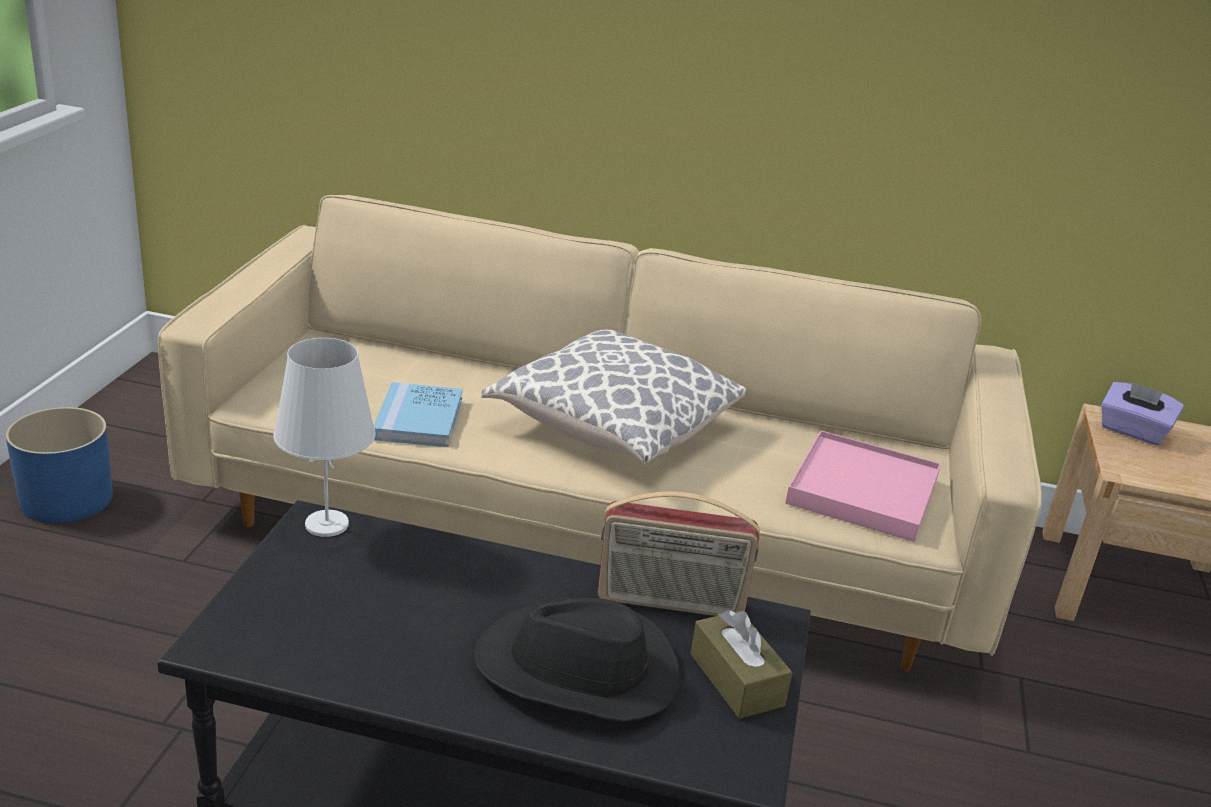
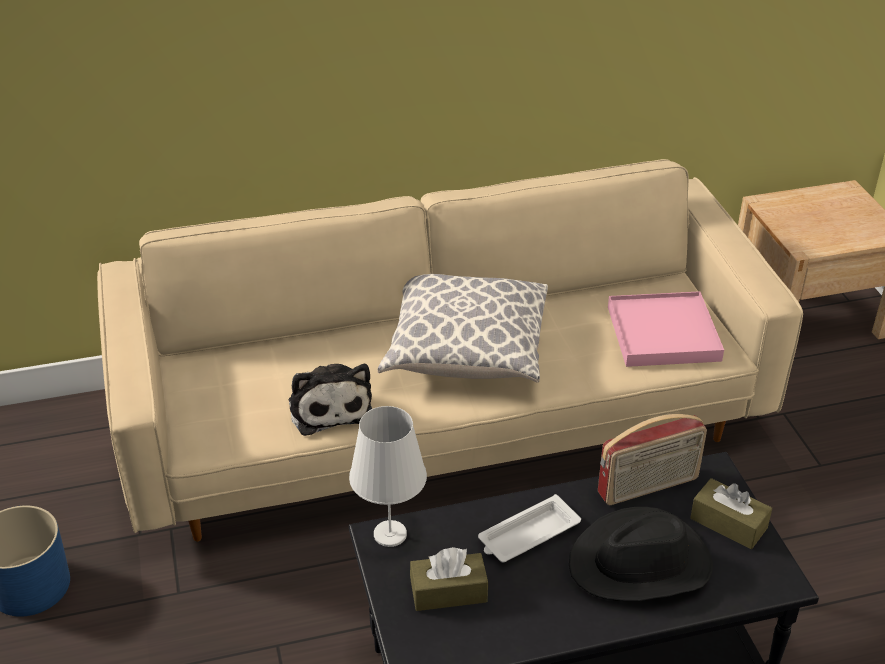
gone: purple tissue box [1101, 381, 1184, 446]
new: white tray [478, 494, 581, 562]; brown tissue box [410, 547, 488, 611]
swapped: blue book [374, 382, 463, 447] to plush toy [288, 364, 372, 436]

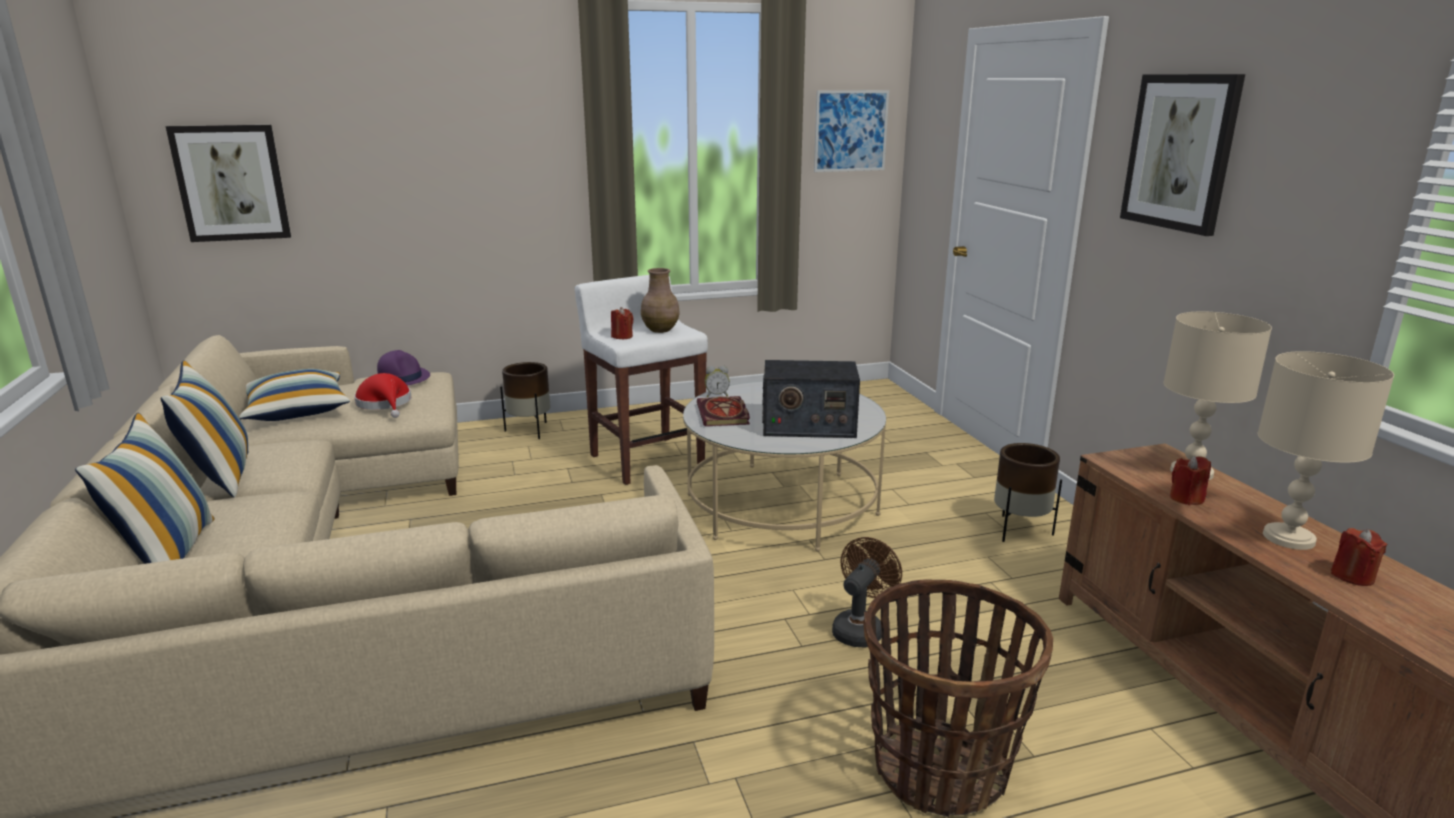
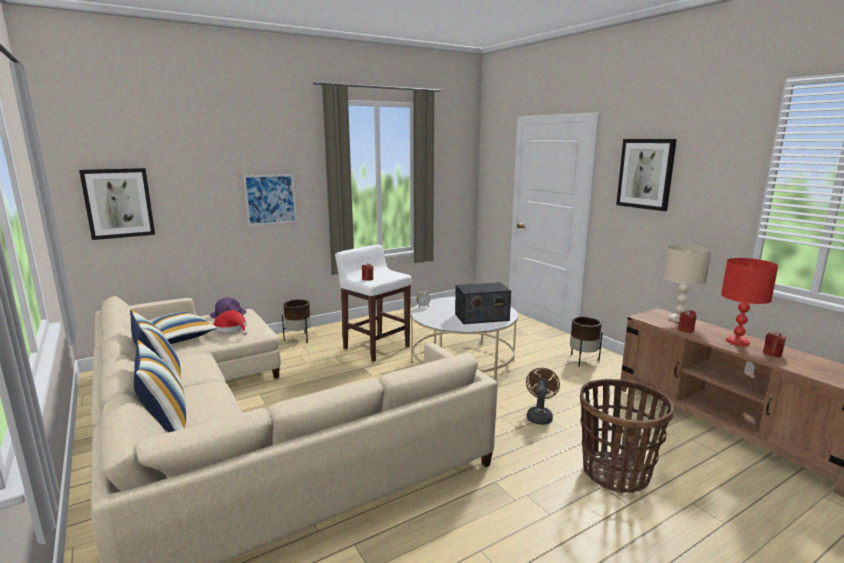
gone: brown vase [641, 268, 680, 333]; book [697, 396, 750, 426]
shifted: picture [814, 90, 889, 172] to [244, 174, 296, 226]
repainted: beige table lamp [1258, 351, 1394, 550] to red table lamp [721, 258, 778, 346]

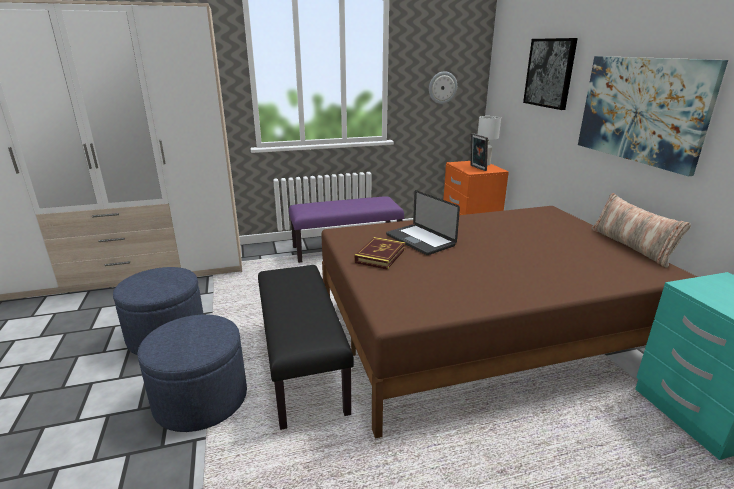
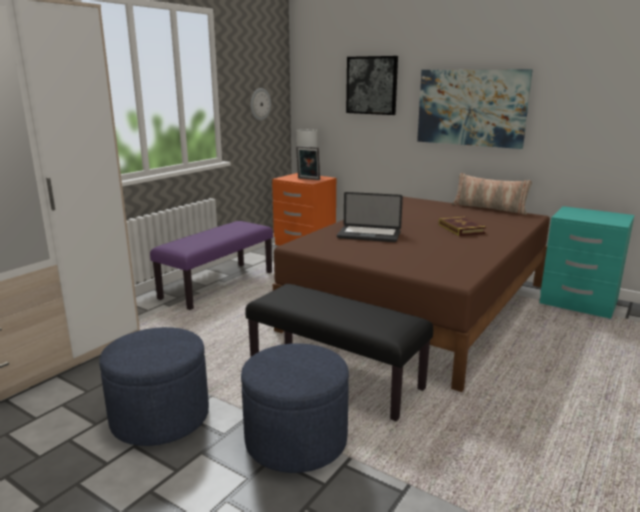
shifted: book [354, 237, 405, 270] to [439, 217, 486, 236]

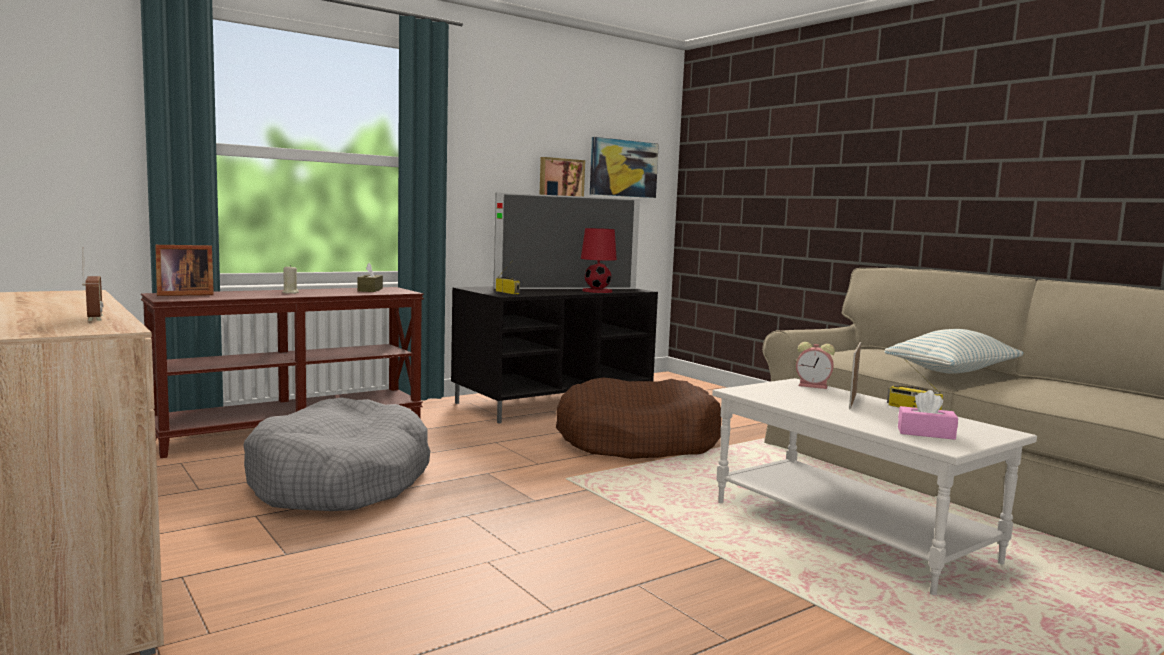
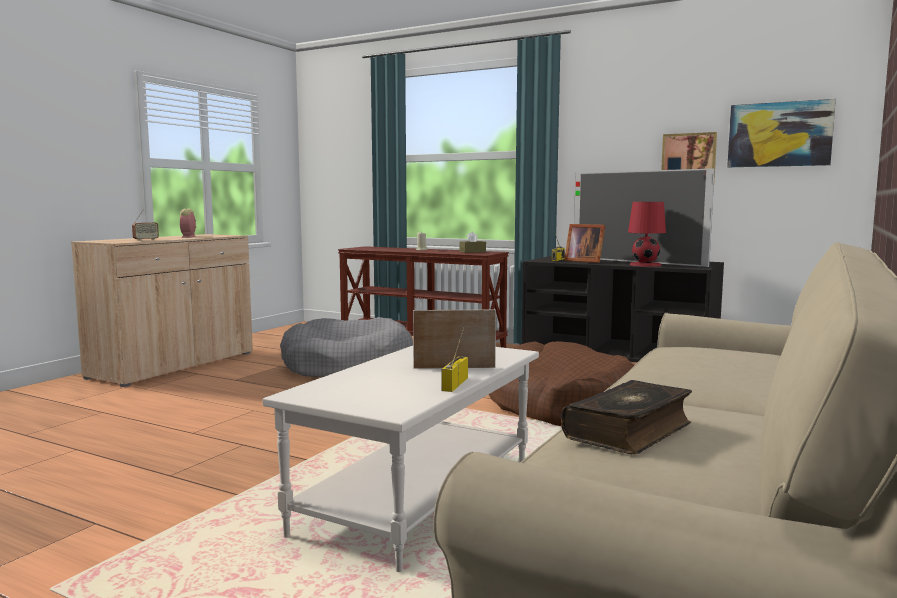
gone: pillow [885, 329, 1023, 374]; pink tissue box [898, 390, 958, 440]
new: book [561, 380, 692, 454]
shifted: picture frame [155, 245, 214, 296] to [564, 224, 605, 263]; alarm clock [796, 342, 835, 389] to [180, 209, 196, 237]

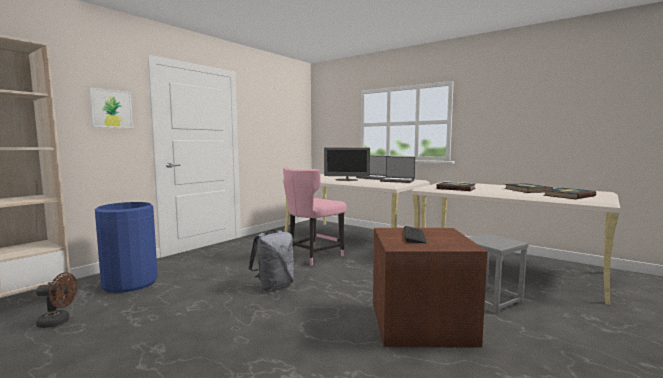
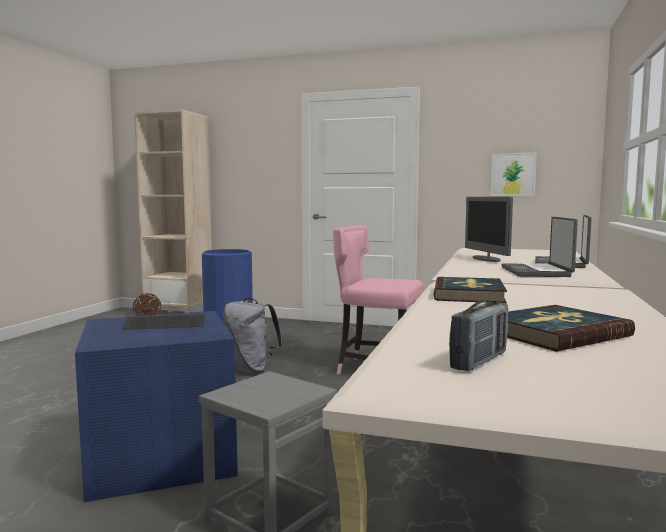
shifted: picture [89, 88, 133, 128] to [491, 153, 537, 196]
swapped: book [543, 188, 596, 199] to radio [449, 299, 508, 371]
repainted: brown storage box [373, 228, 487, 347] to blue storage box [75, 311, 238, 502]

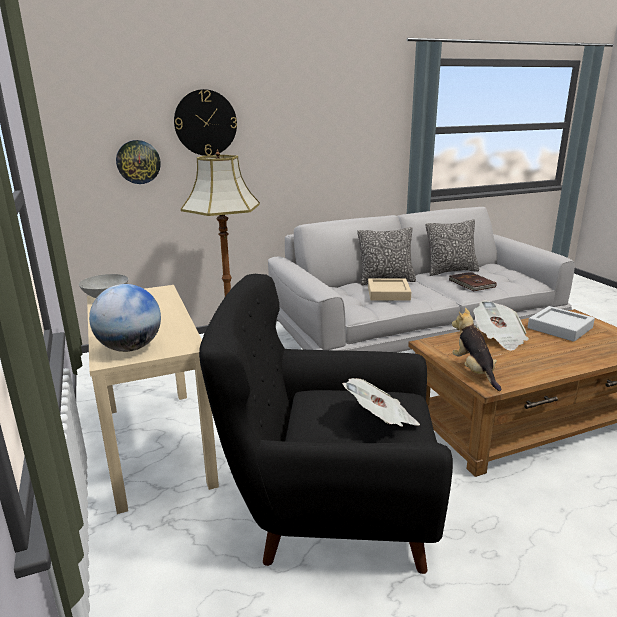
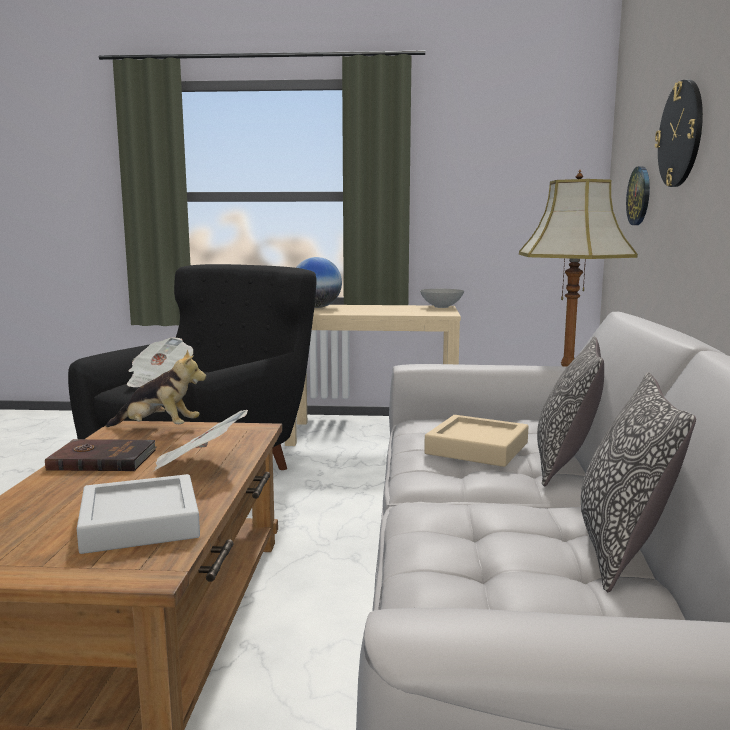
shifted: brown book [448, 272, 497, 291] to [45, 439, 157, 471]

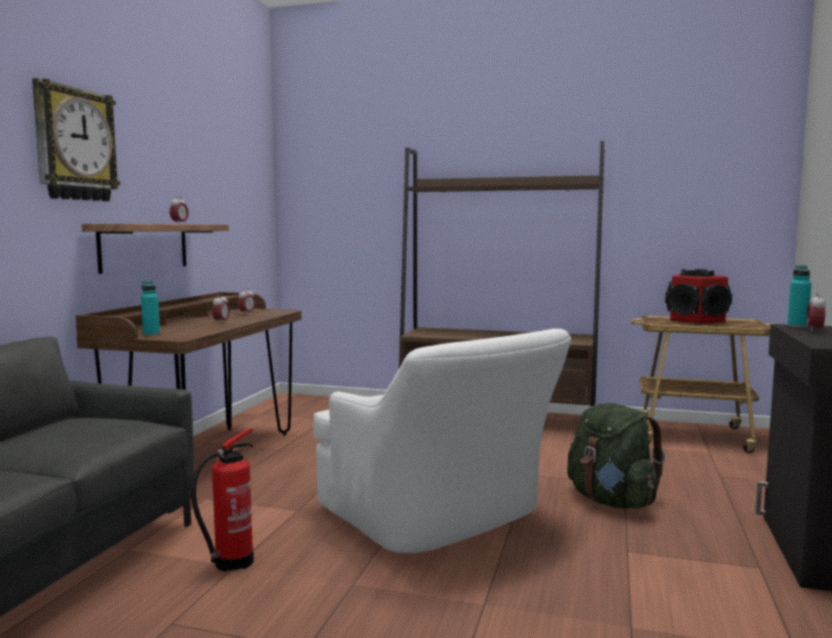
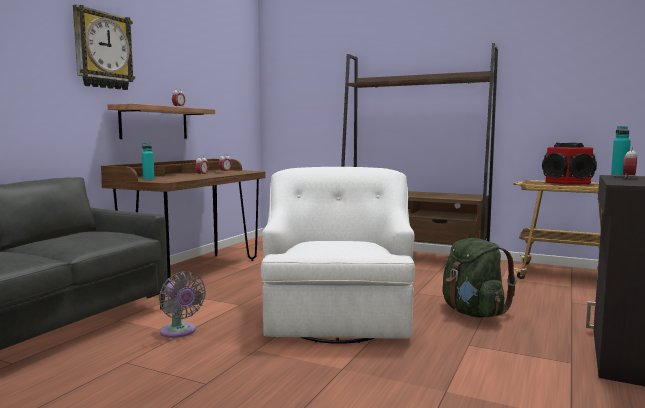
swapped: fire extinguisher [191, 428, 254, 571] to grey fan [159, 271, 206, 338]
rotated: white armchair [313, 329, 571, 553] = [261, 167, 415, 344] 150 degrees counterclockwise

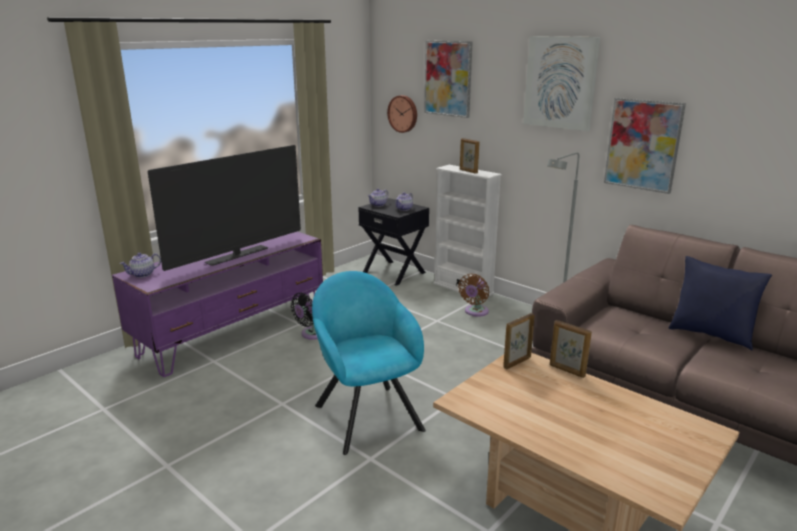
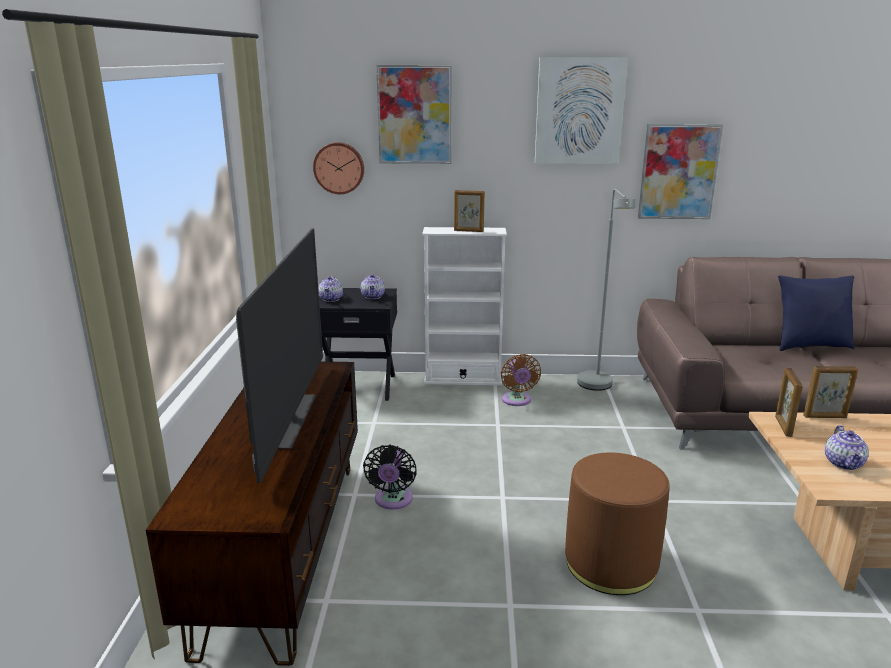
shifted: teapot [120, 253, 161, 278] to [825, 425, 869, 470]
swapped: turquoise armchair [312, 271, 426, 455] to brown ottoman [565, 452, 670, 595]
repainted: purple tv stand [112, 231, 323, 377] to brown tv stand [146, 361, 358, 666]

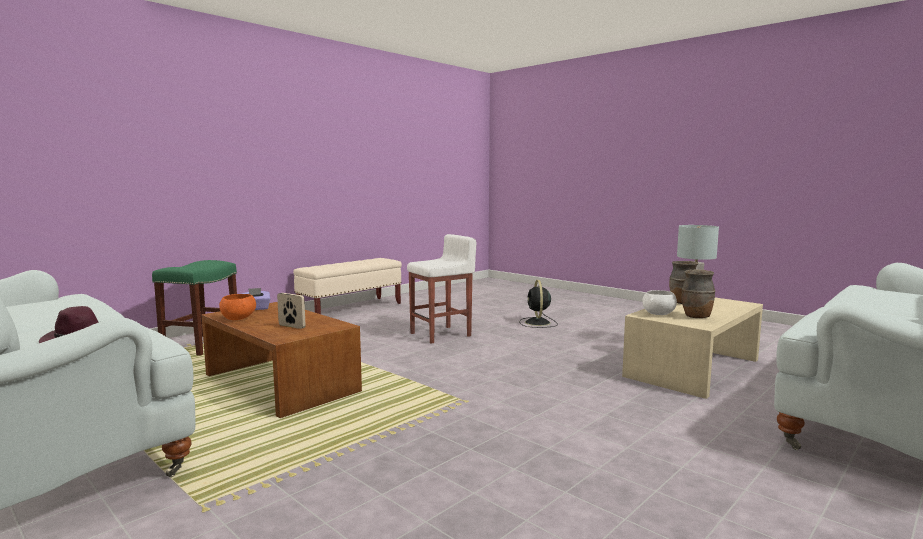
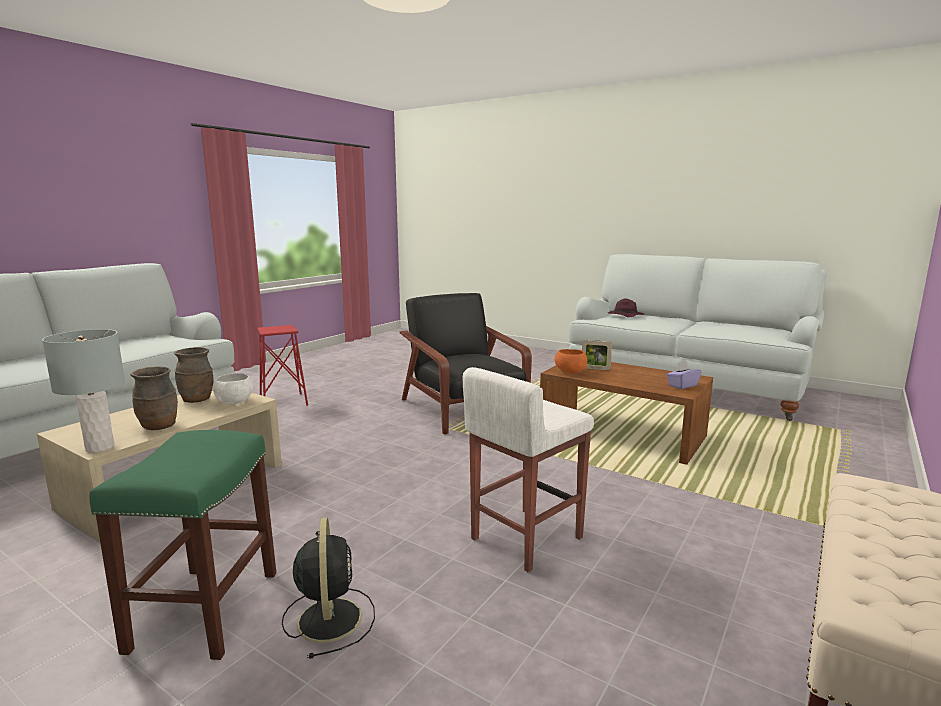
new: black armchair [400, 293, 532, 434]; red stool [257, 325, 308, 406]
shifted: green stool [152, 260, 237, 356] to [89, 430, 276, 660]; orange bowl [219, 294, 256, 320] to [555, 349, 587, 374]

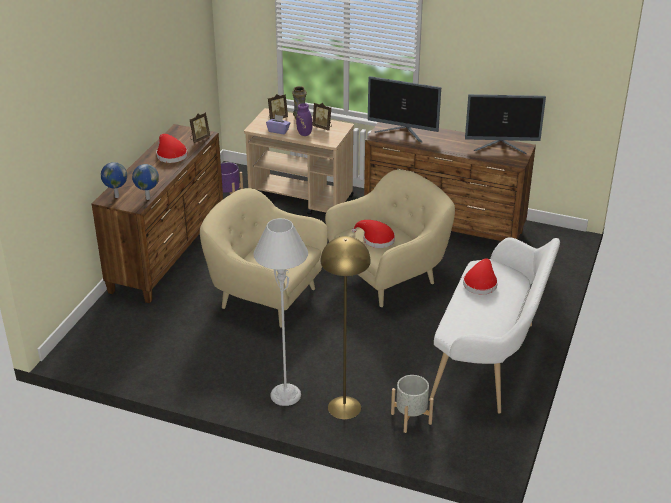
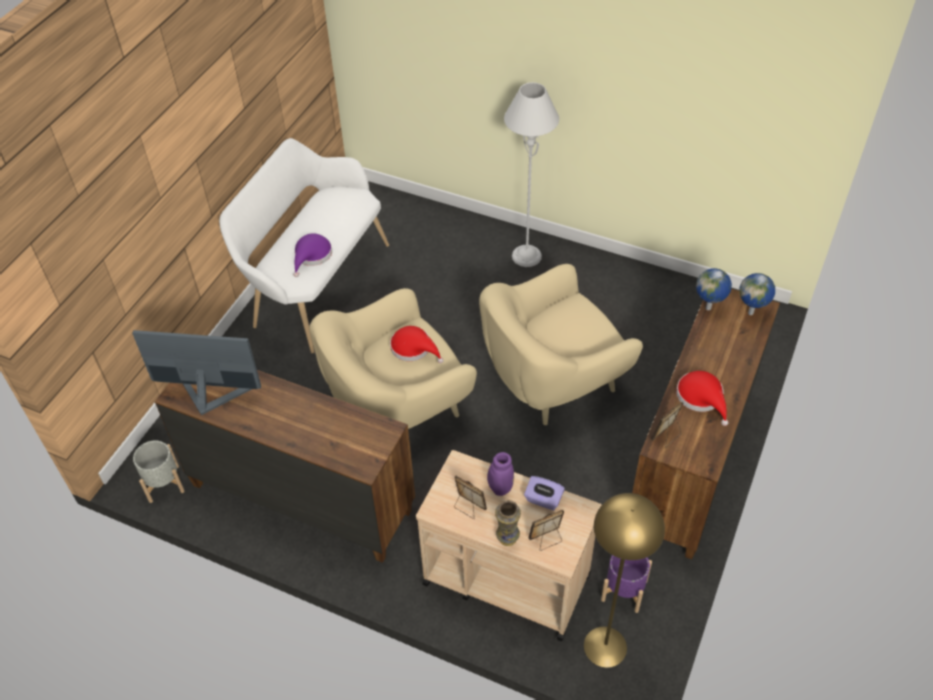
gone: monitor [368, 76, 441, 143]
shifted: yellow floor lamp [321, 236, 371, 419] to [584, 493, 665, 668]; grey planter [391, 375, 434, 433] to [133, 440, 185, 503]
repainted: red hat [463, 258, 498, 295] to purple hat [293, 234, 332, 277]
rotated: beige armchair [200, 188, 328, 328] = [479, 264, 643, 425] 120 degrees clockwise

